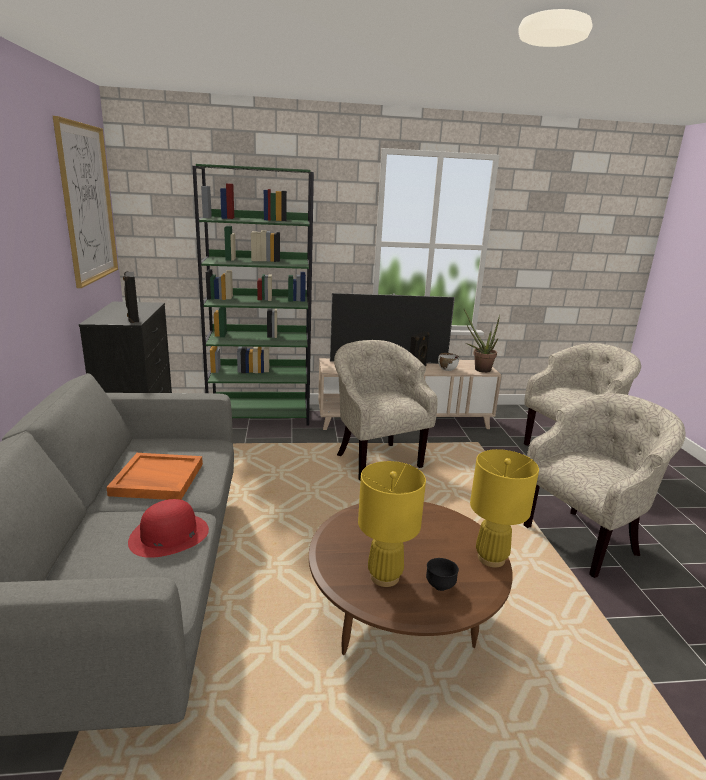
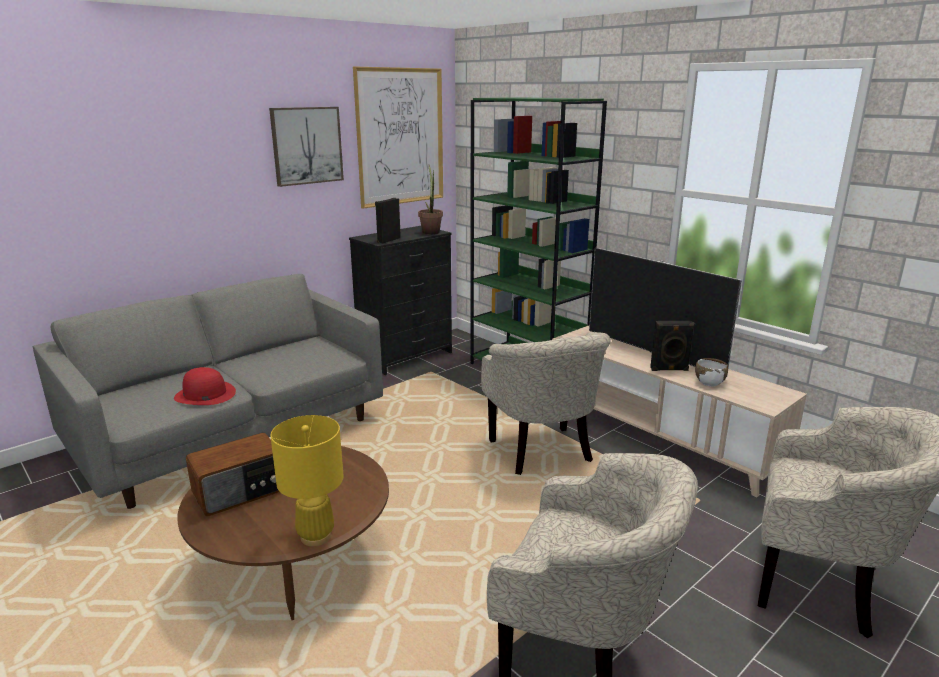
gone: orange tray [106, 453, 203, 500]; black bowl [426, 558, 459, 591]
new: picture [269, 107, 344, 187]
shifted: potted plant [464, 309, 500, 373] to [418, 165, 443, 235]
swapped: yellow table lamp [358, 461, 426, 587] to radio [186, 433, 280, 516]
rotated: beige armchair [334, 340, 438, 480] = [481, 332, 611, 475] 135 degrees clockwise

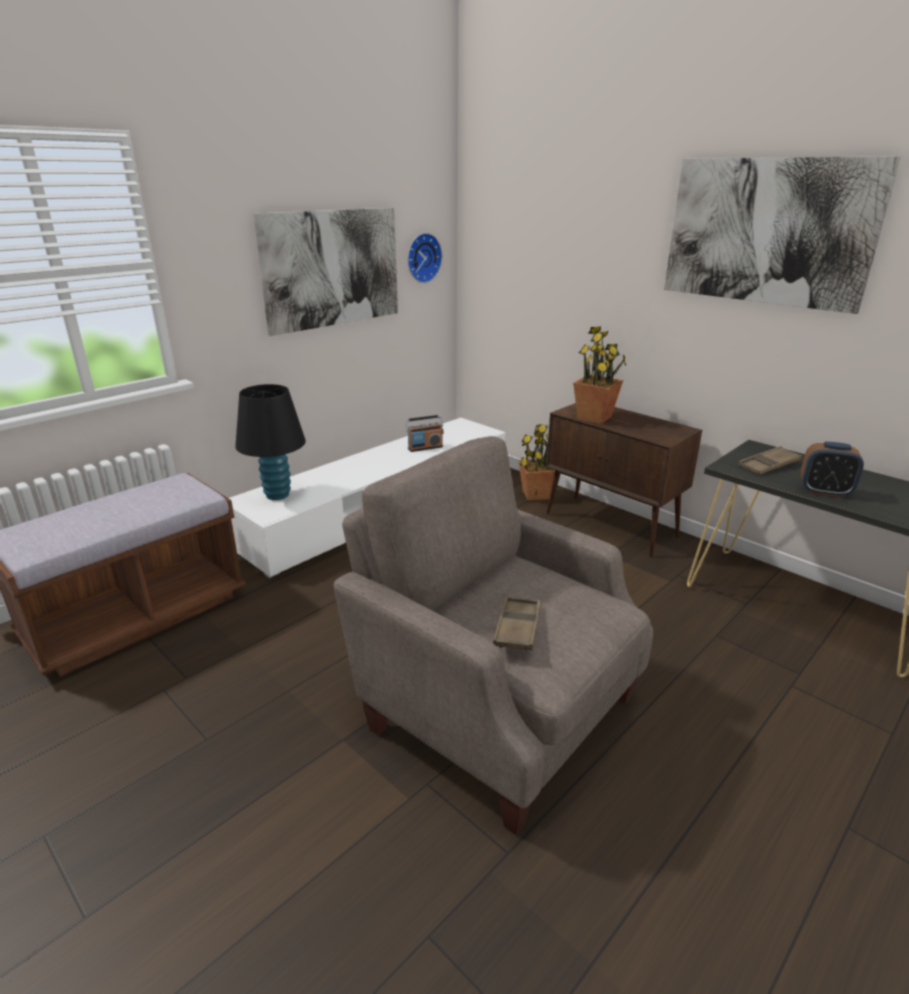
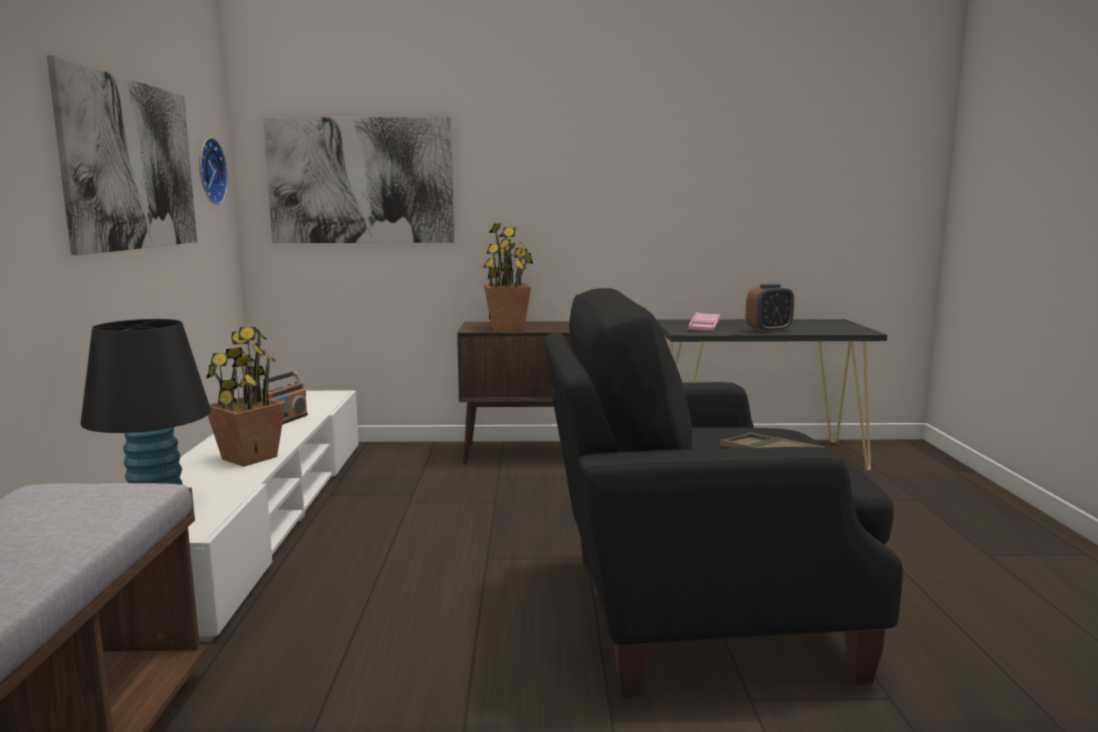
shifted: picture [664, 156, 902, 314] to [263, 117, 454, 243]; potted plant [518, 424, 555, 501] to [206, 327, 286, 467]
repainted: beige armchair [333, 436, 653, 835] to black armchair [544, 288, 903, 697]; brown tray [738, 446, 802, 475] to pink tray [688, 312, 721, 331]

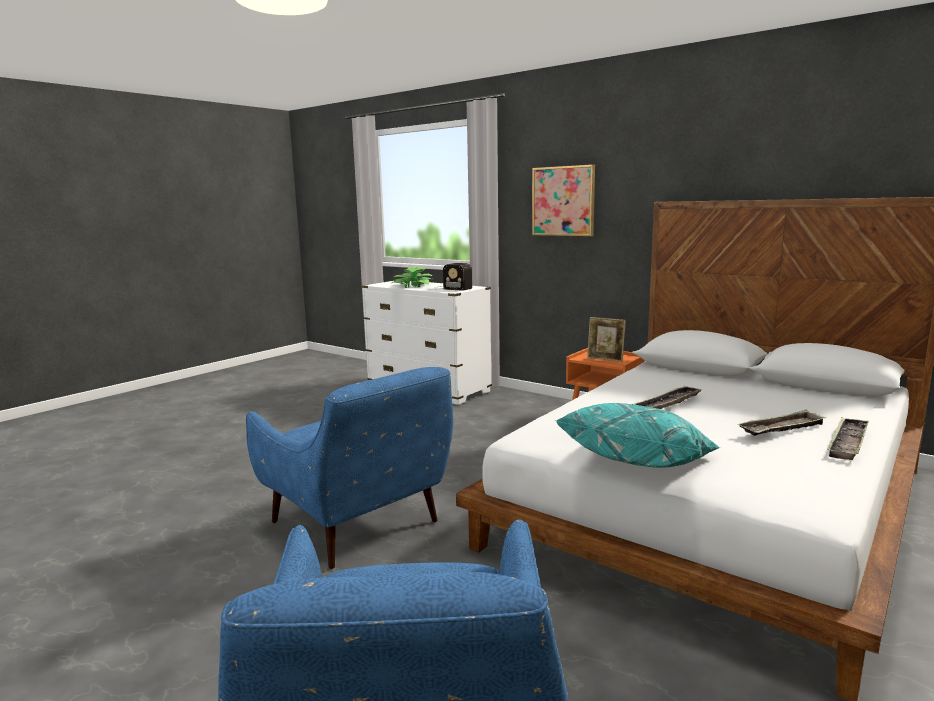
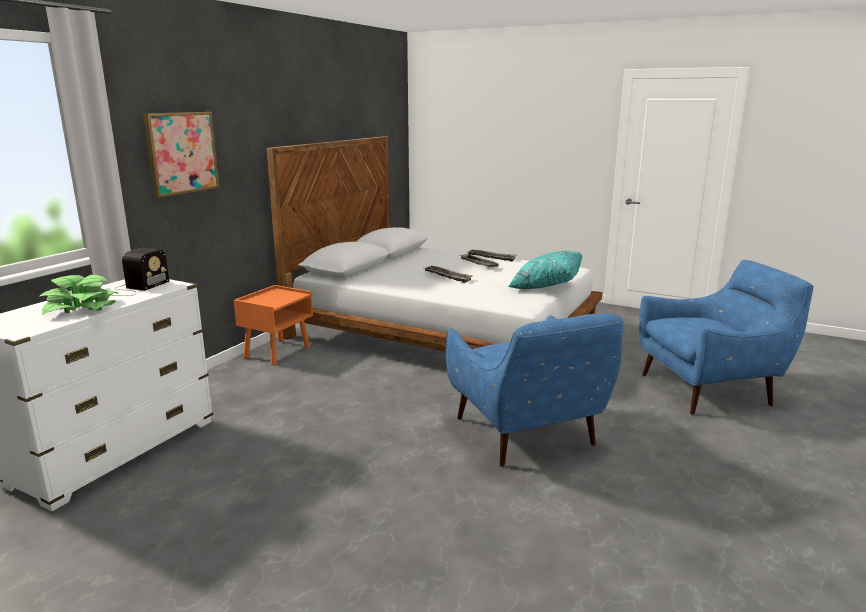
gone: picture frame [587, 317, 626, 362]
rotated: blue armchair [246, 367, 453, 569] = [445, 314, 623, 467] 120 degrees clockwise

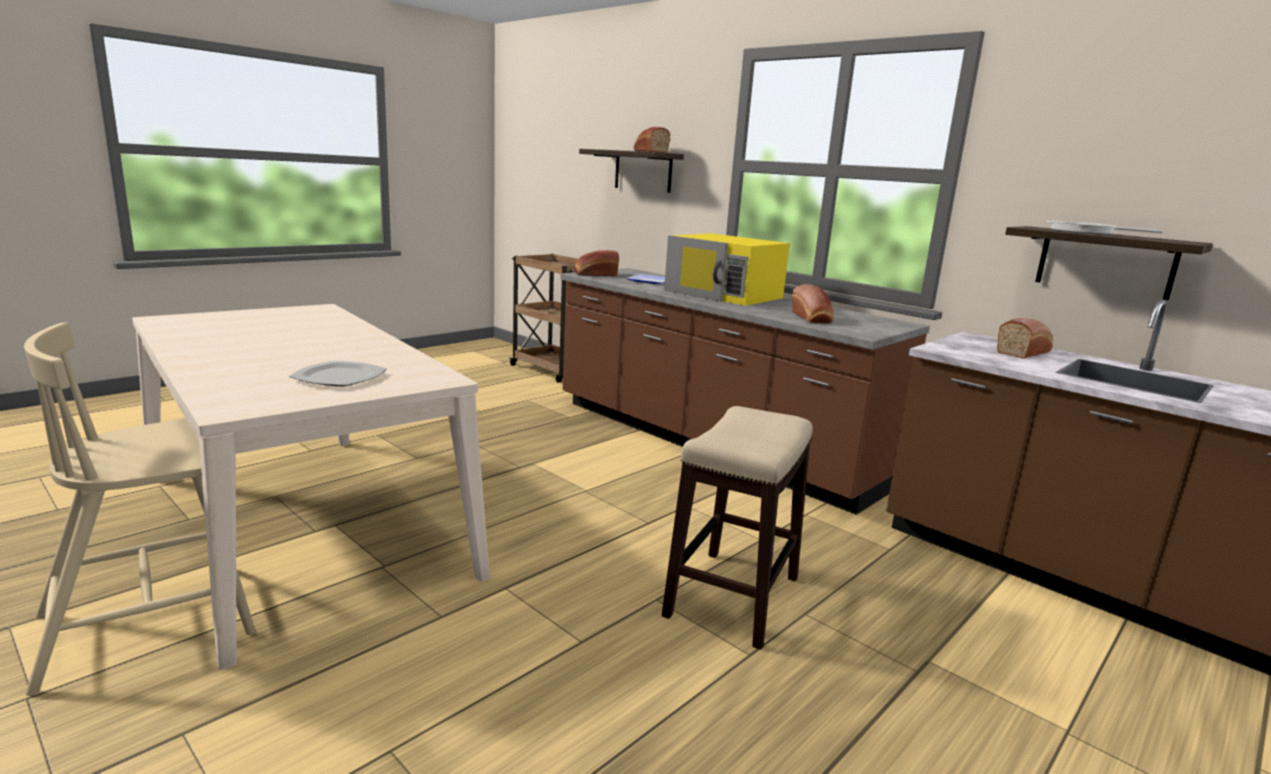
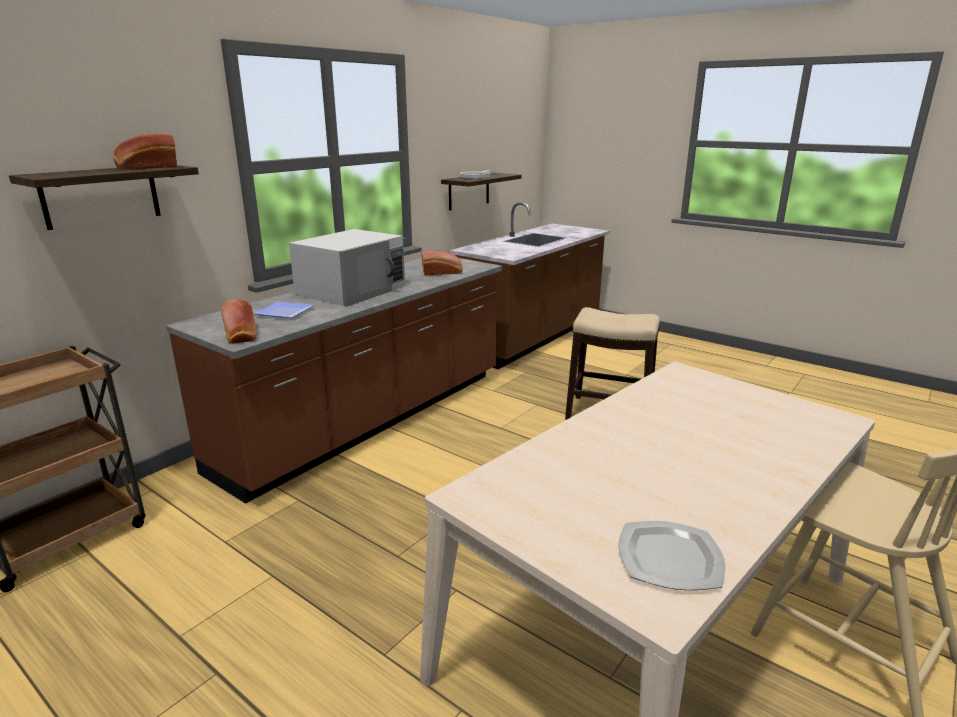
gone: bread [997, 318, 1053, 359]
shifted: plate [289, 361, 387, 387] to [618, 521, 725, 590]
repainted: yellow microwave [664, 233, 790, 306] to white microwave [289, 229, 405, 307]

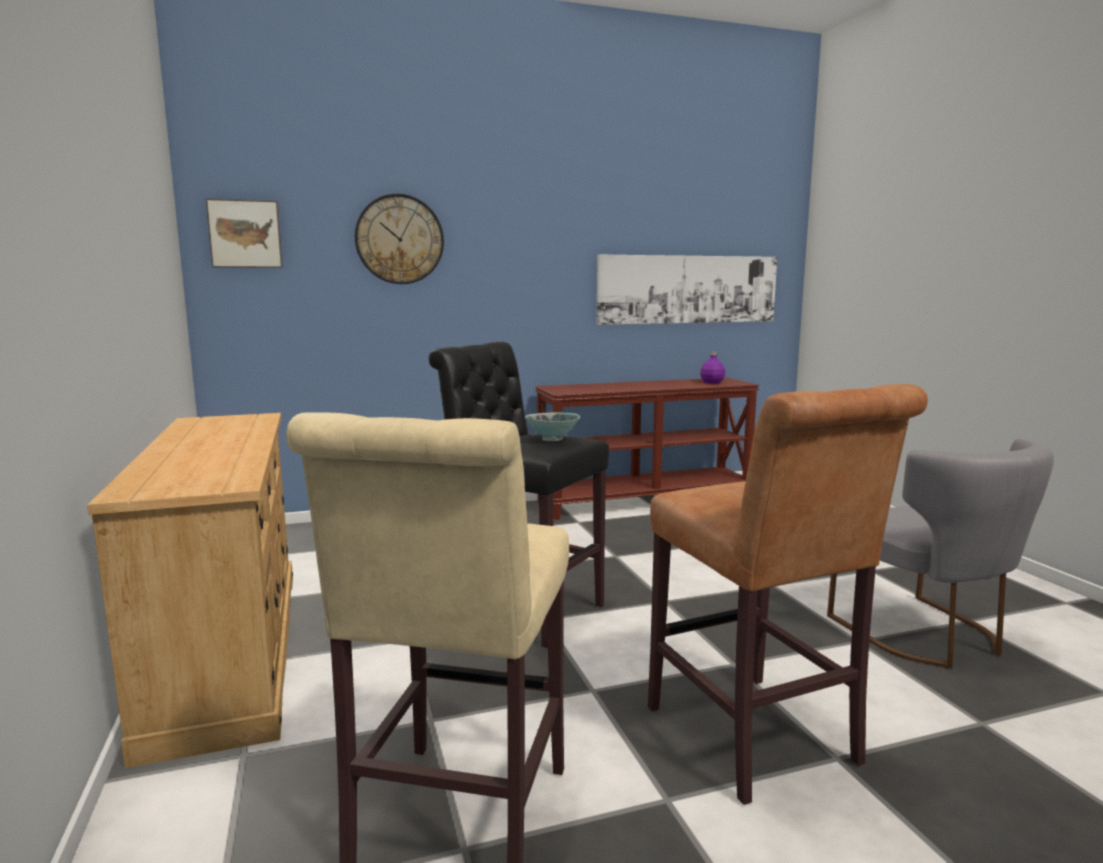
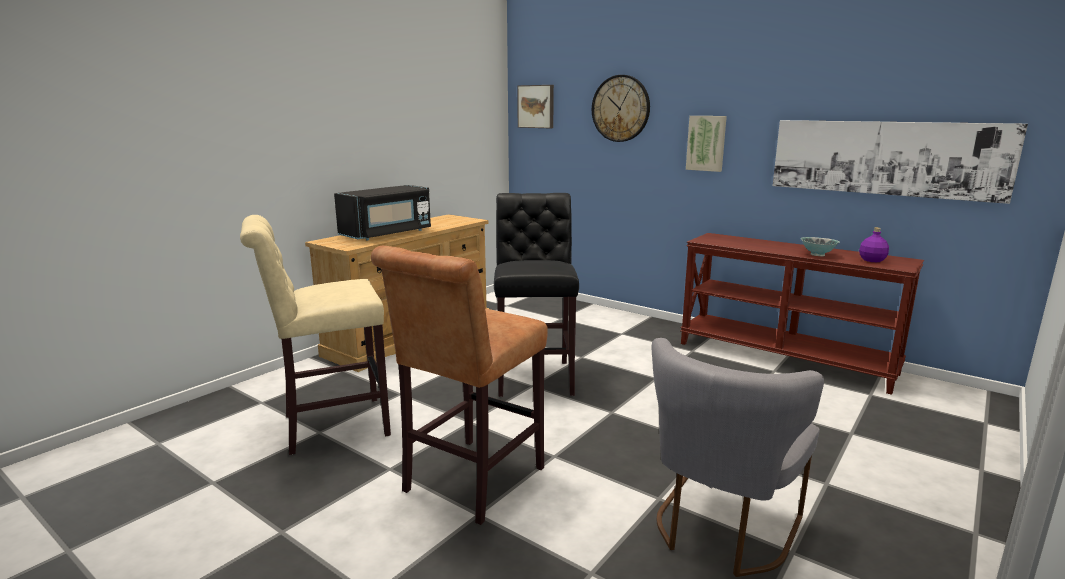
new: picture [686, 116, 727, 172]; black microwave [334, 185, 431, 240]
shifted: bowl [525, 413, 580, 441] to [801, 237, 839, 256]

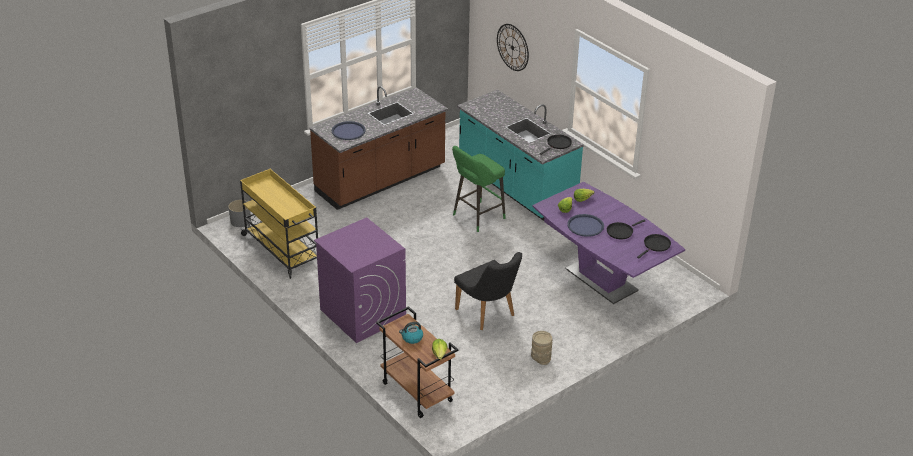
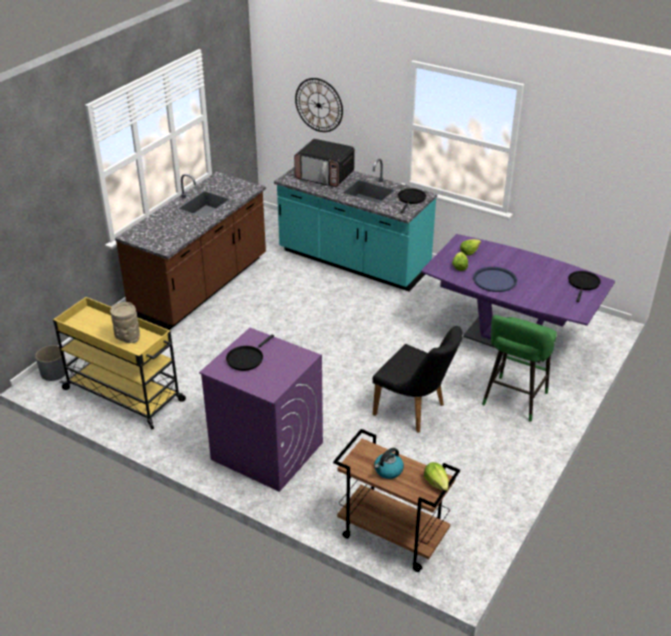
gone: blue tray [332, 121, 366, 140]
new: microwave [294, 139, 355, 187]
shifted: green stool [452, 146, 506, 232] to [482, 315, 557, 422]; black frying pan [607, 220, 646, 239] to [226, 334, 274, 371]; beige vase [531, 331, 552, 365] to [110, 302, 140, 343]

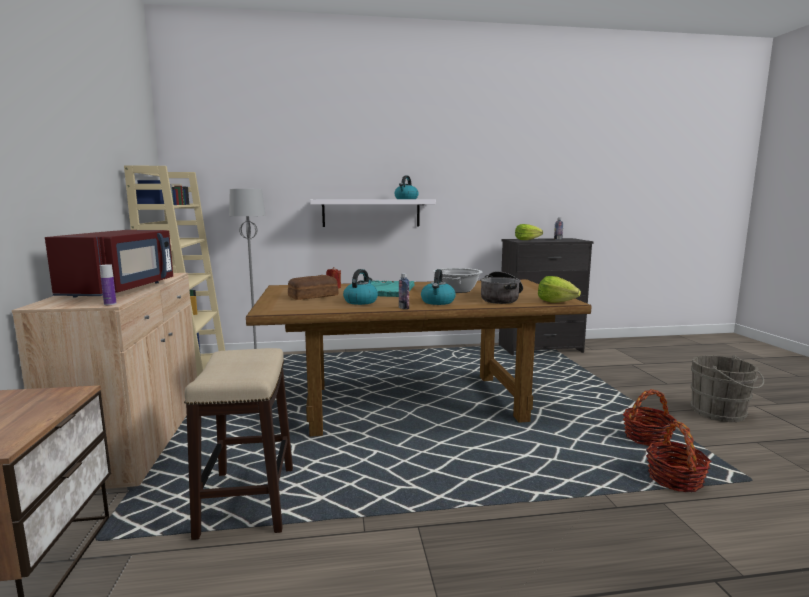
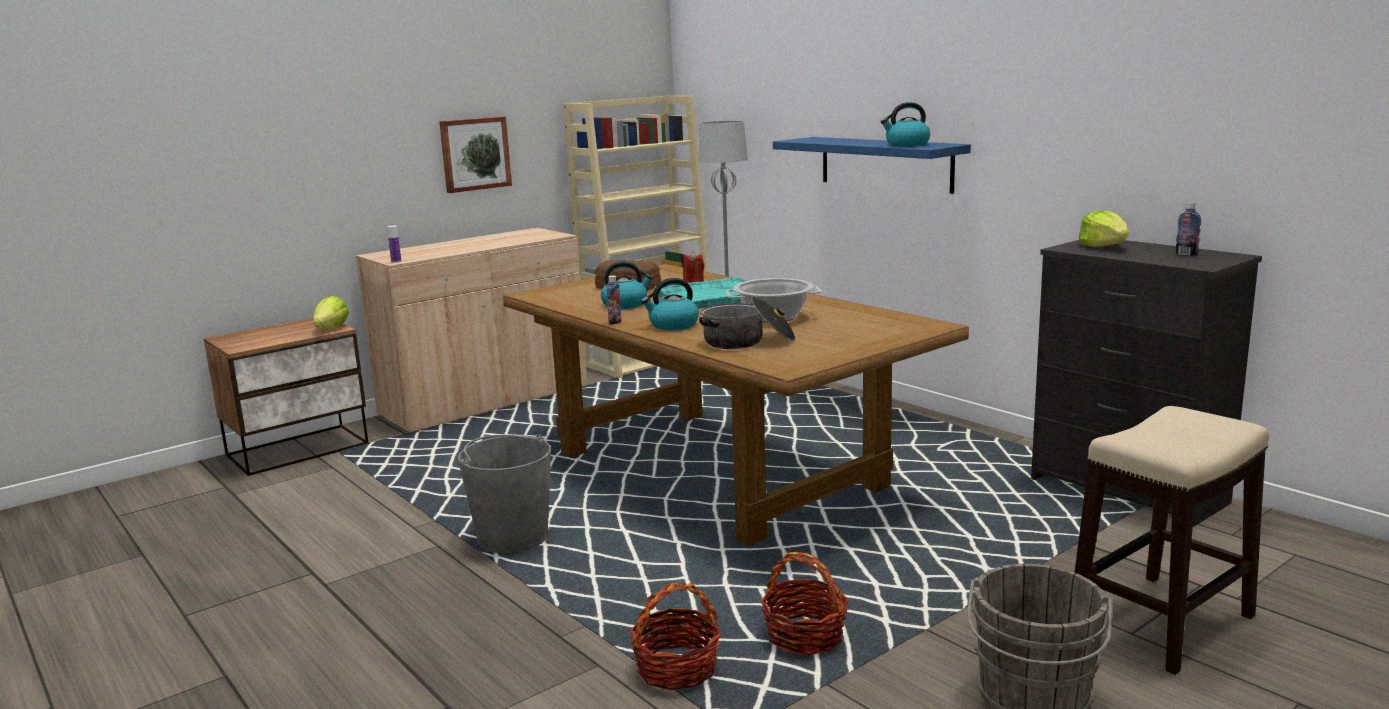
gone: red microwave [45, 230, 173, 297]
new: picture [439, 116, 512, 193]; grey bucket [458, 434, 551, 553]
shifted: lettuce [538, 276, 581, 303] to [313, 296, 349, 329]; stool [184, 348, 293, 540] to [1075, 406, 1269, 675]
repainted: white shelf [310, 199, 436, 227] to blue shelf [773, 137, 971, 194]

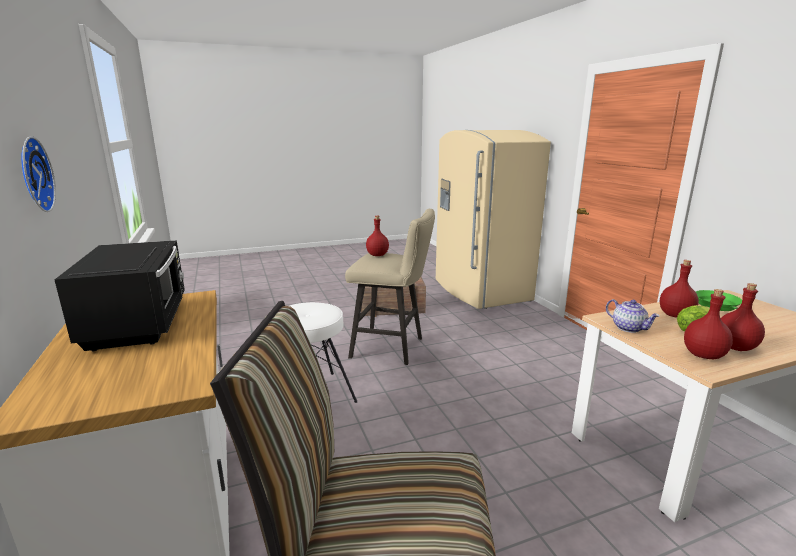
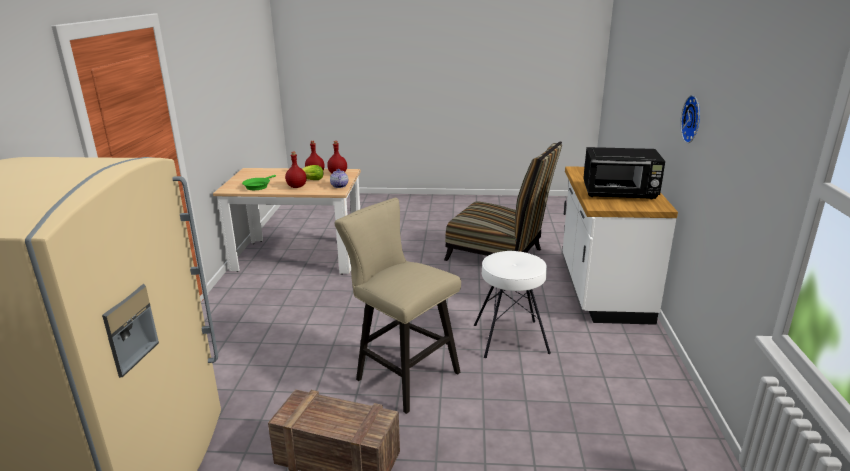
gone: red bottle [366, 216, 389, 256]
rotated: black microwave [55, 241, 185, 351] = [583, 147, 665, 199] 90 degrees counterclockwise

